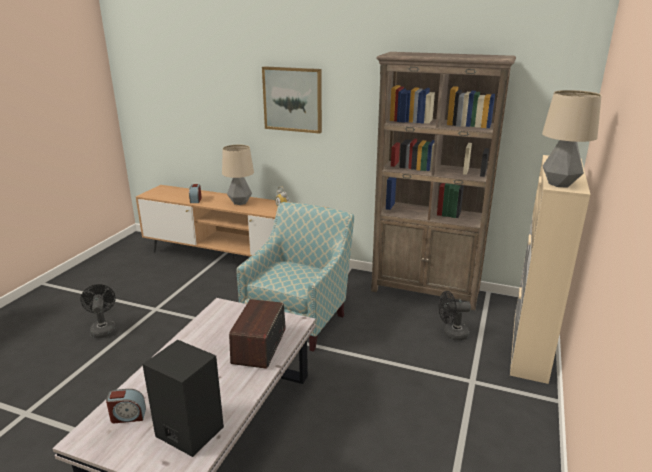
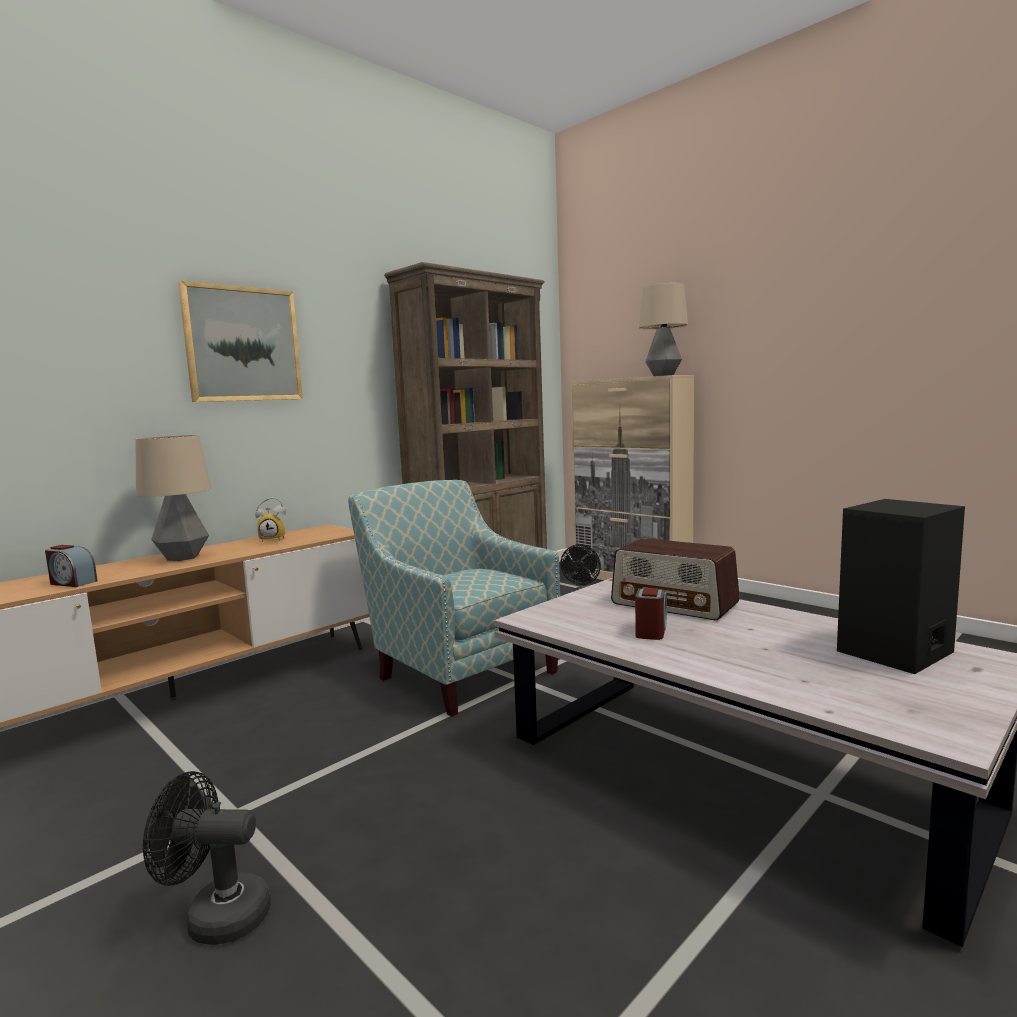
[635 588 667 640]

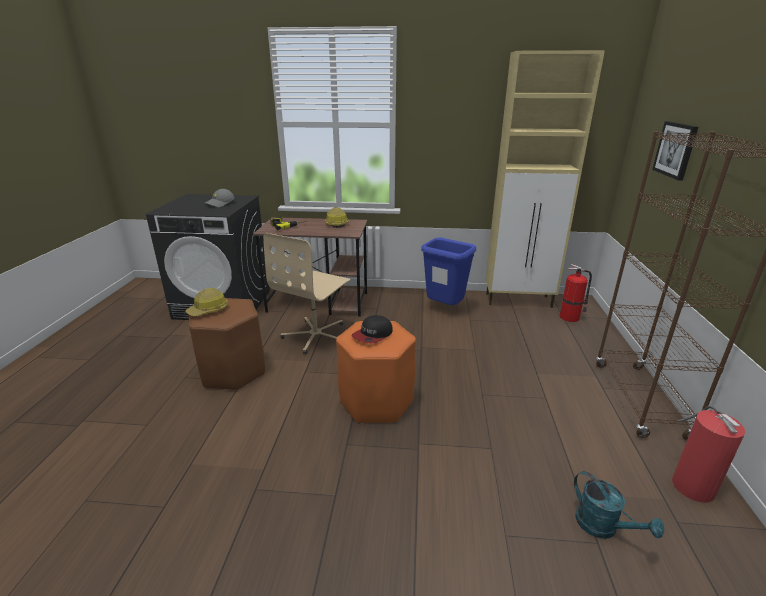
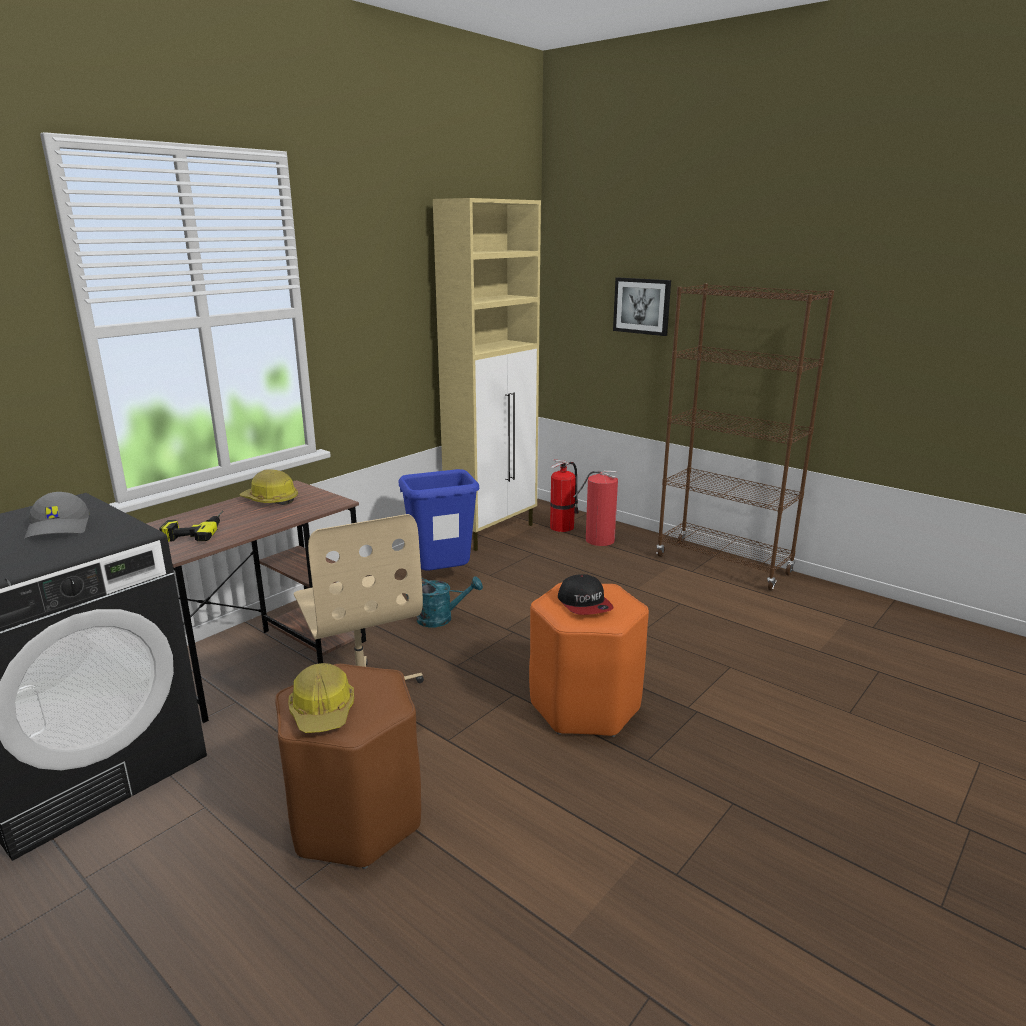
[573 471 618 546]
[406 576 483 627]

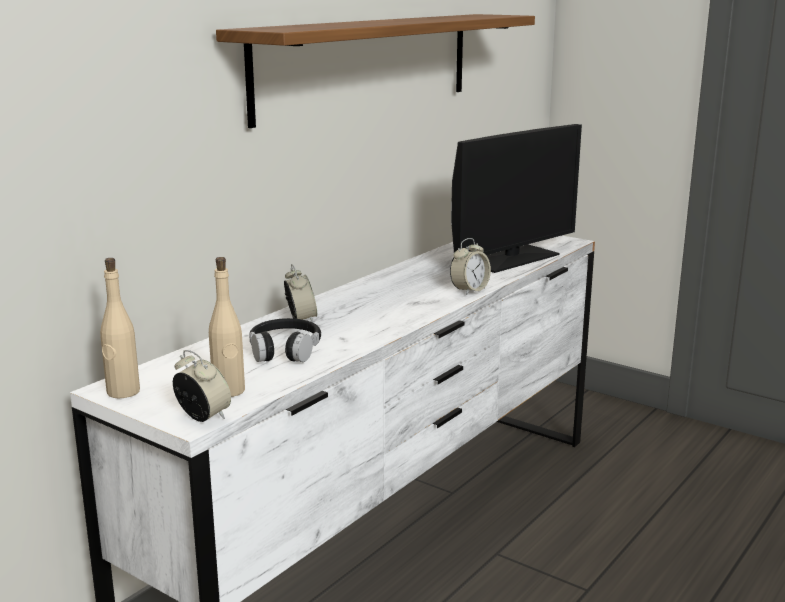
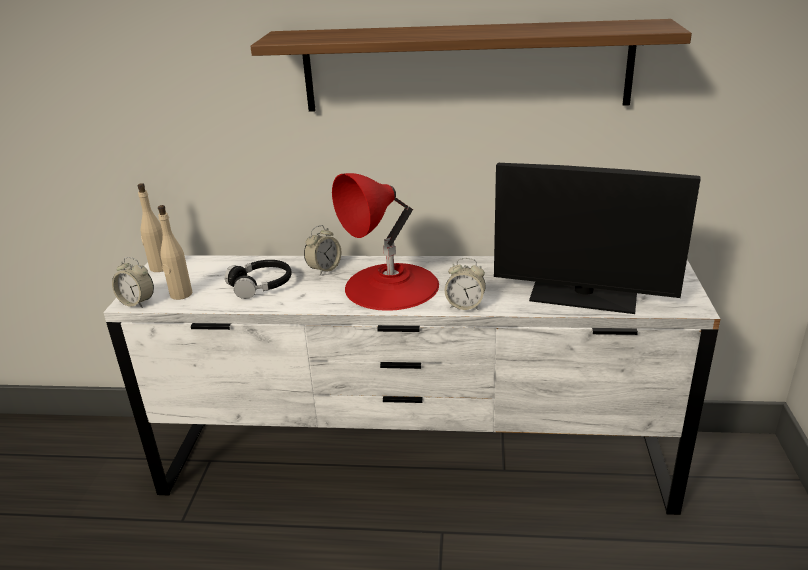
[112 257 154 308]
[332 173 439 311]

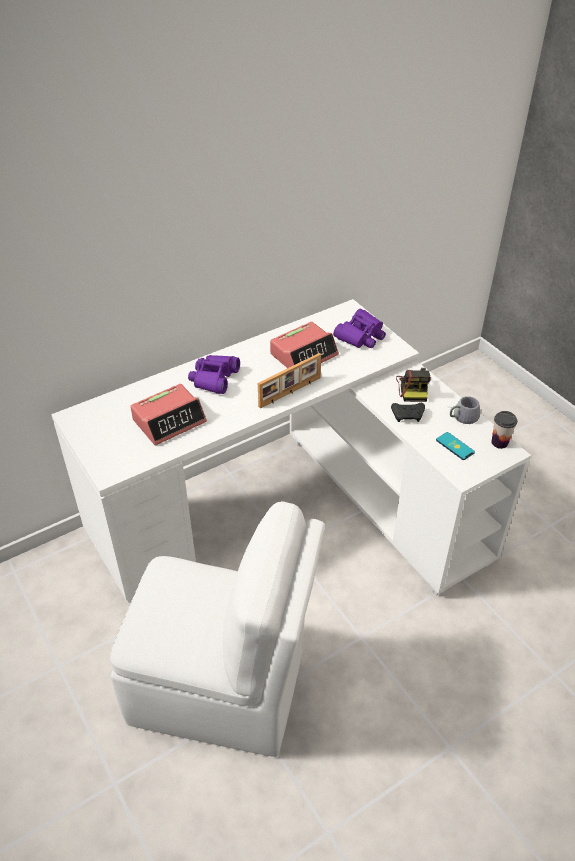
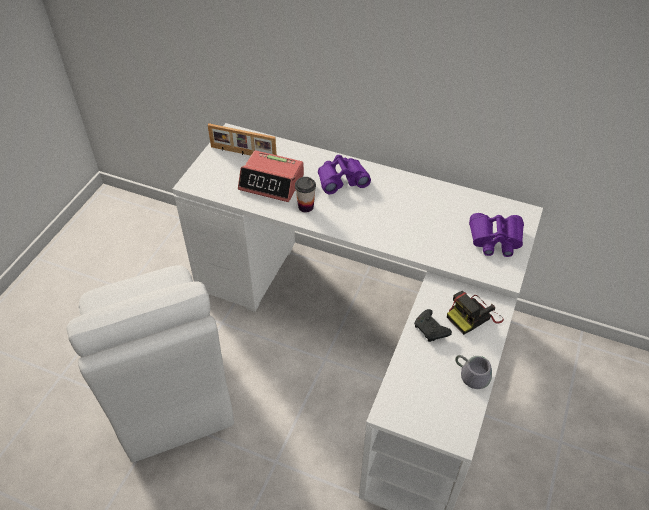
[270 322 339 368] (first image)
[208 123 277 156]
[295 177 316 212]
[436 432 475 460] (first image)

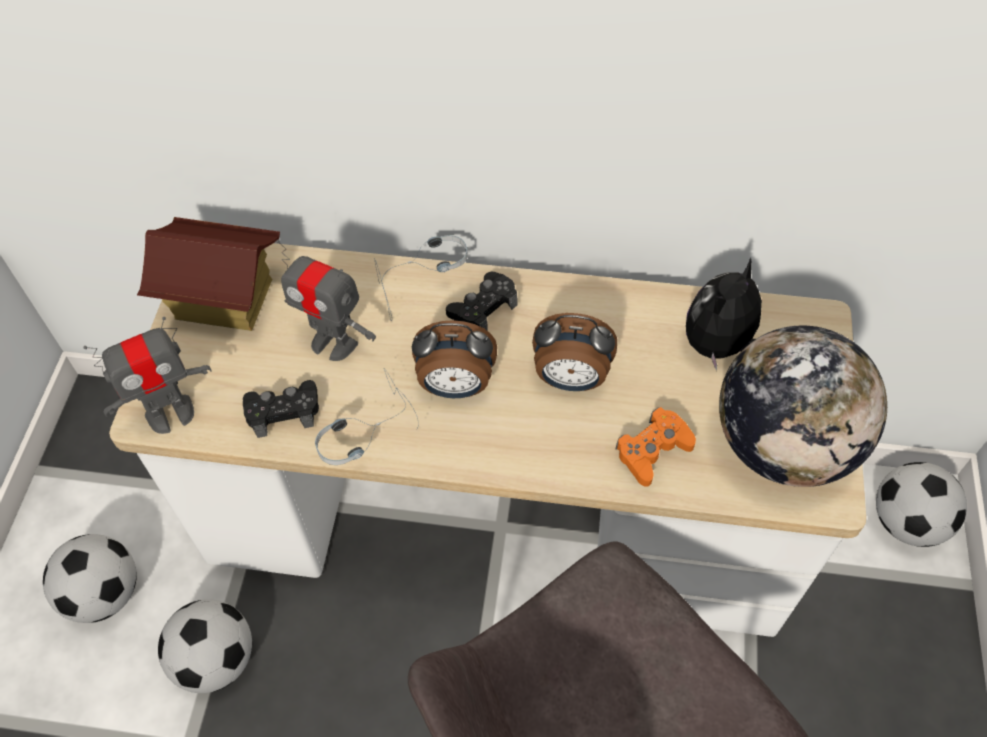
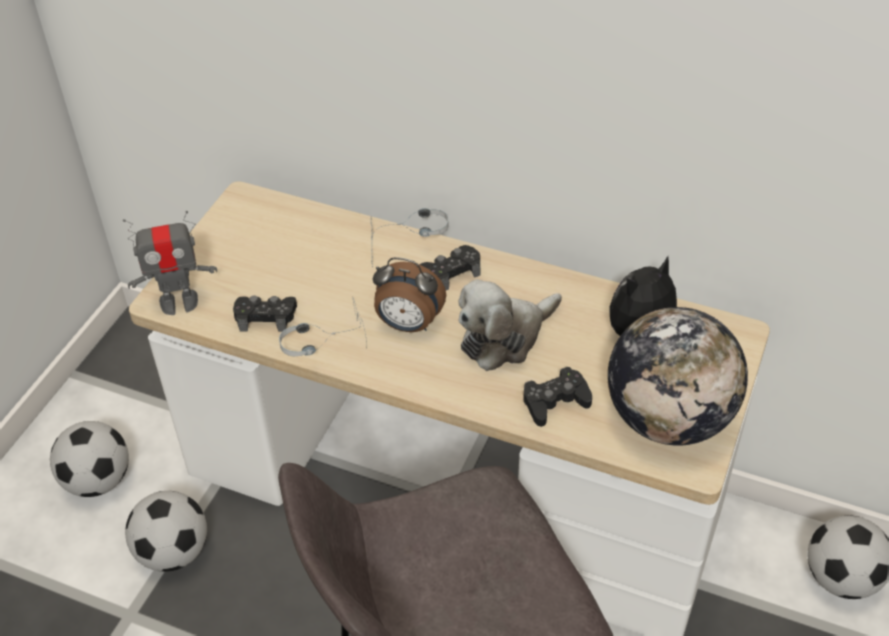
[137 217 280 331] (first image)
[276 240 376 361] (first image)
[458 279 562 371]
[523 367 592 427]

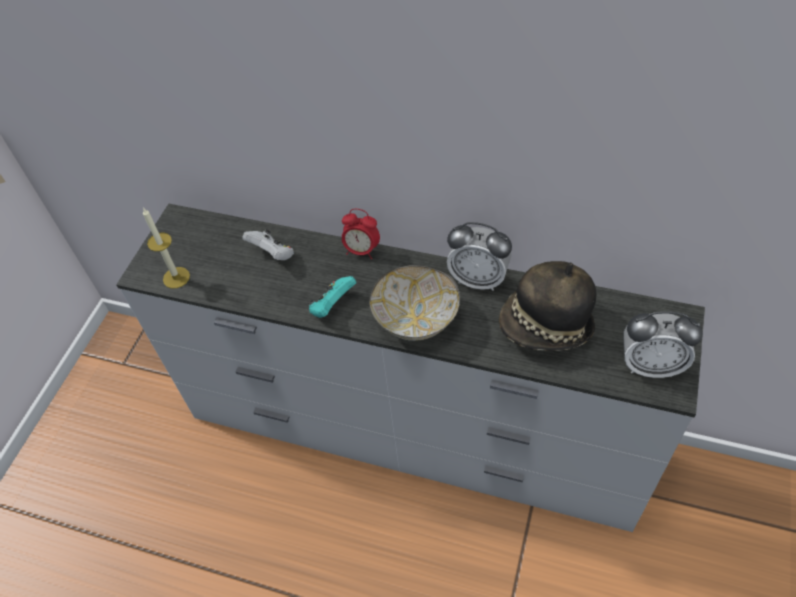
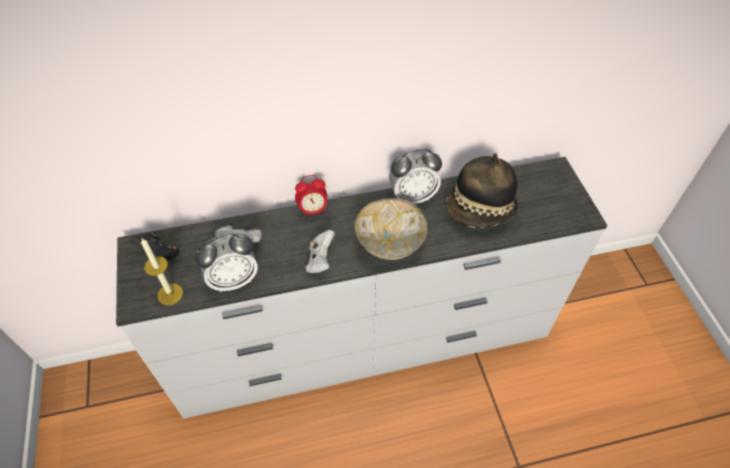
[304 230 335 273]
[195 233 258 292]
[130 232 179 261]

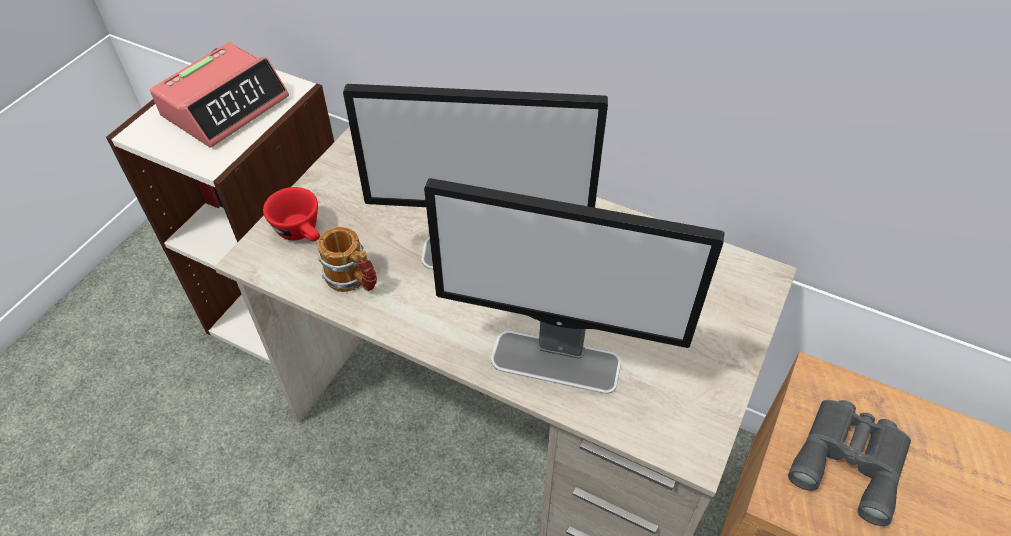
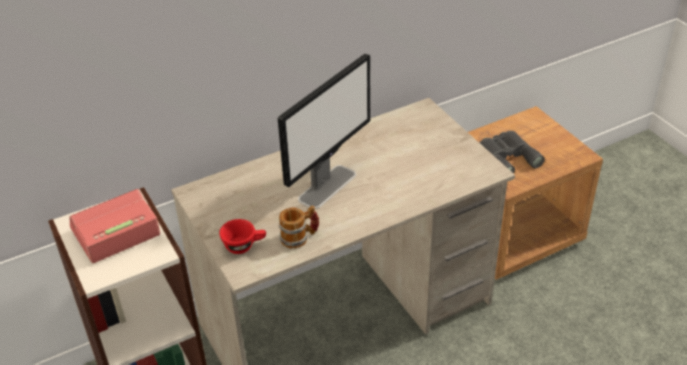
[69 189 161 263]
[424 178 724 394] (first image)

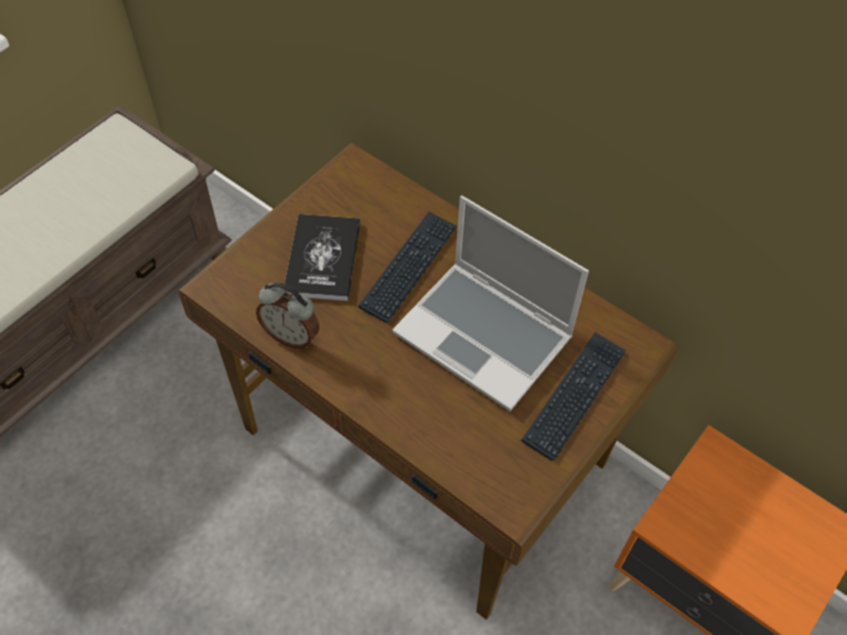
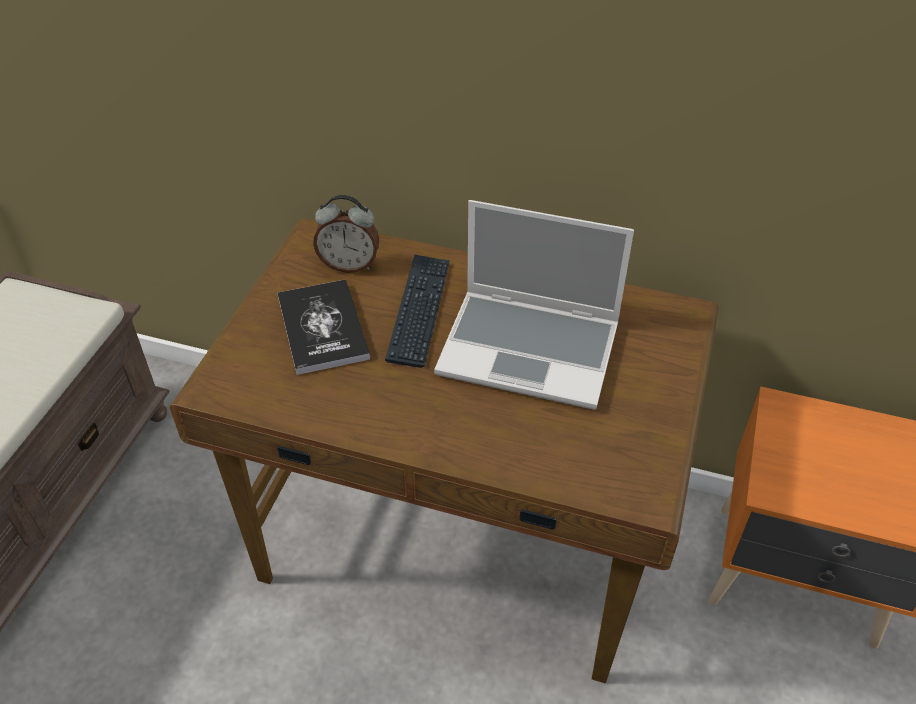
[313 195 379 273]
[521 332 626 461] (first image)

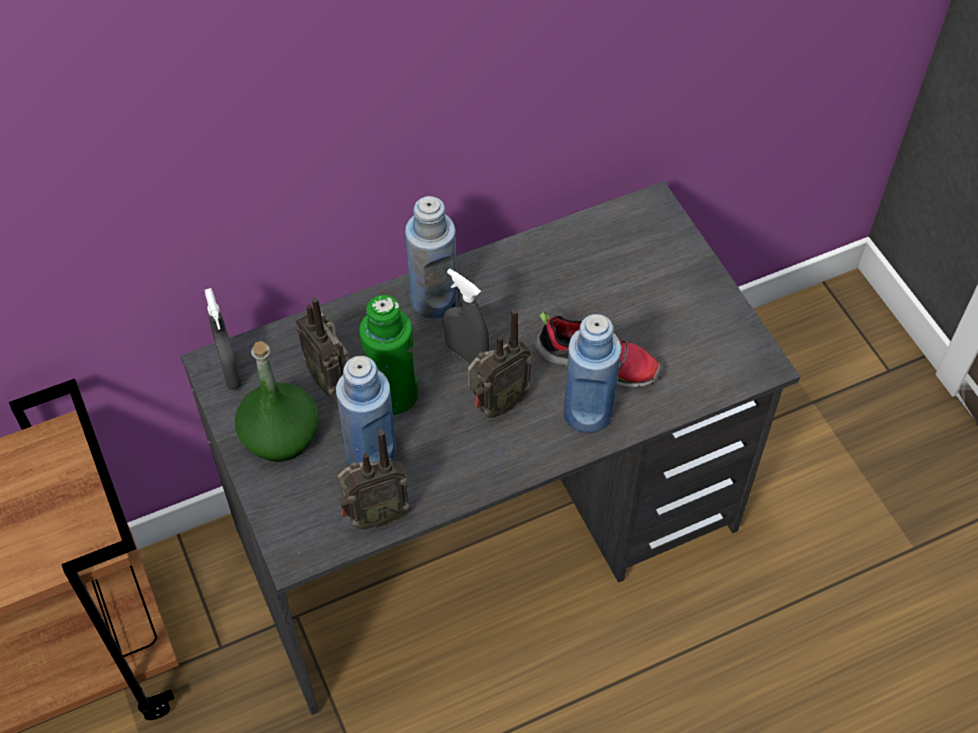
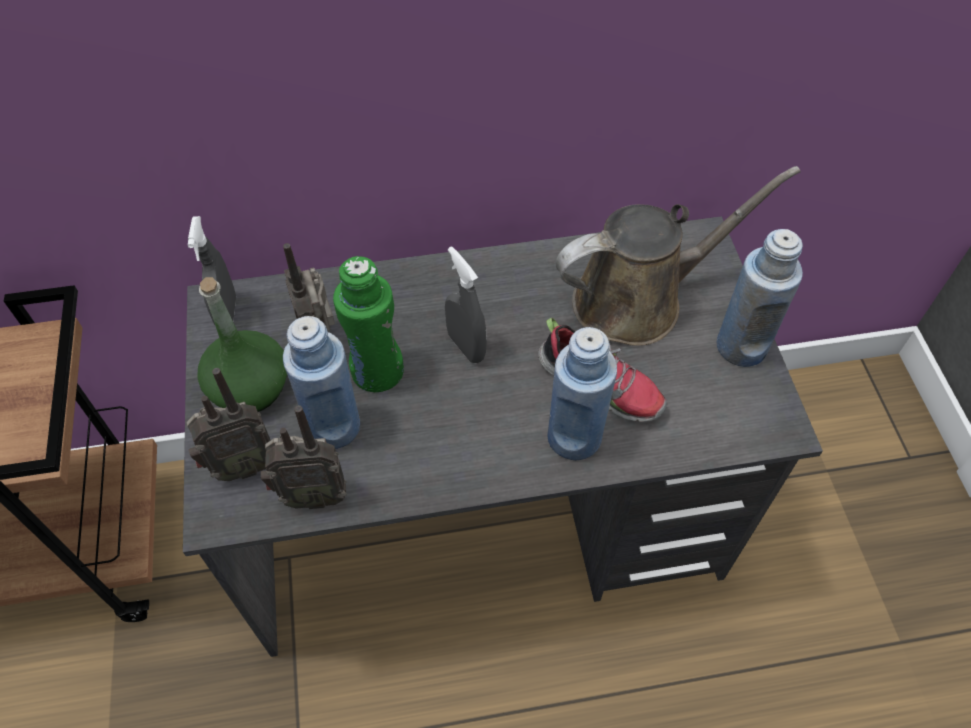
[716 229 803 367]
[187 368 270 481]
[555 166 800 346]

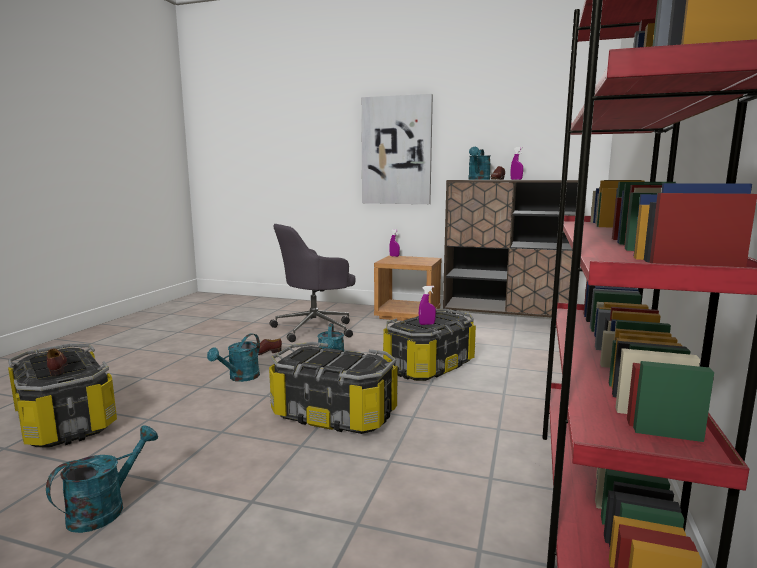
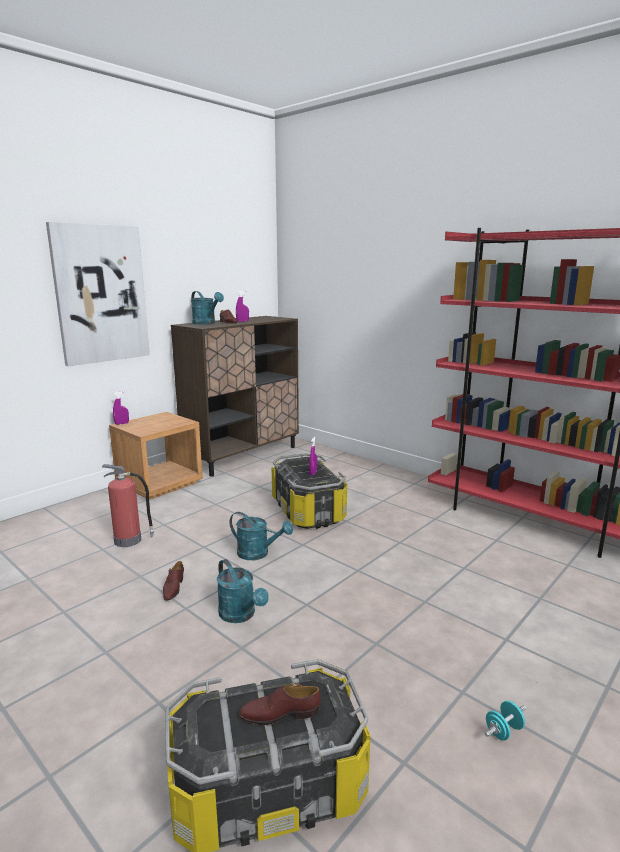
[102 464 155 547]
[269 342 398 434] (first image)
[484 701 526 741]

